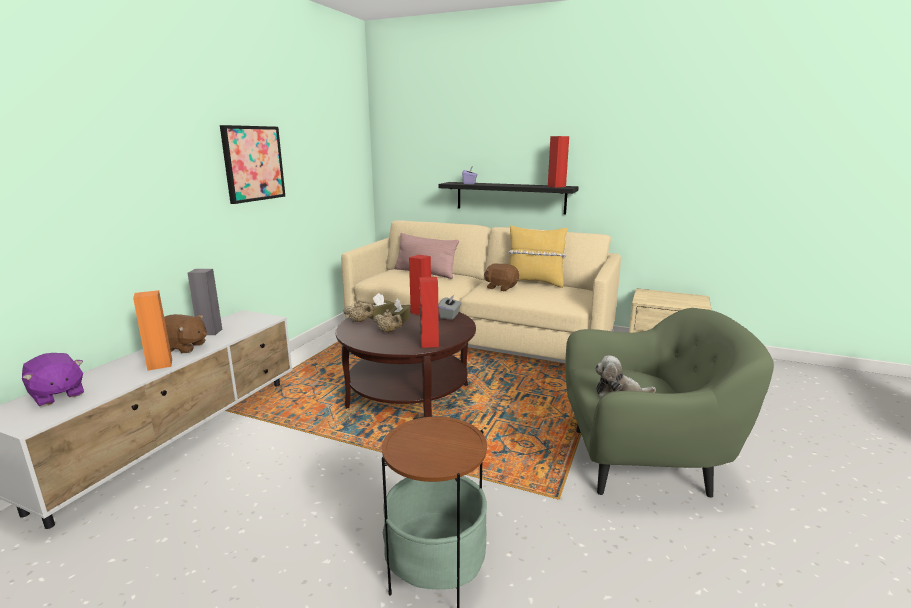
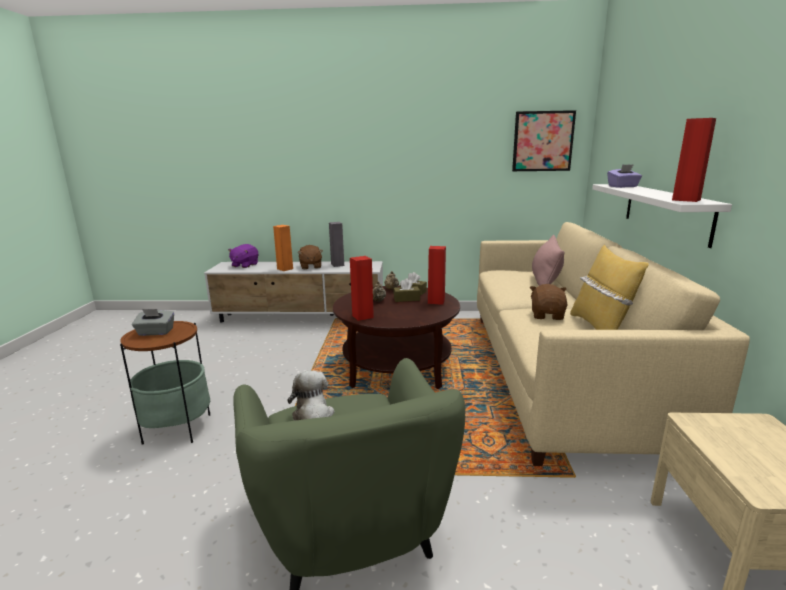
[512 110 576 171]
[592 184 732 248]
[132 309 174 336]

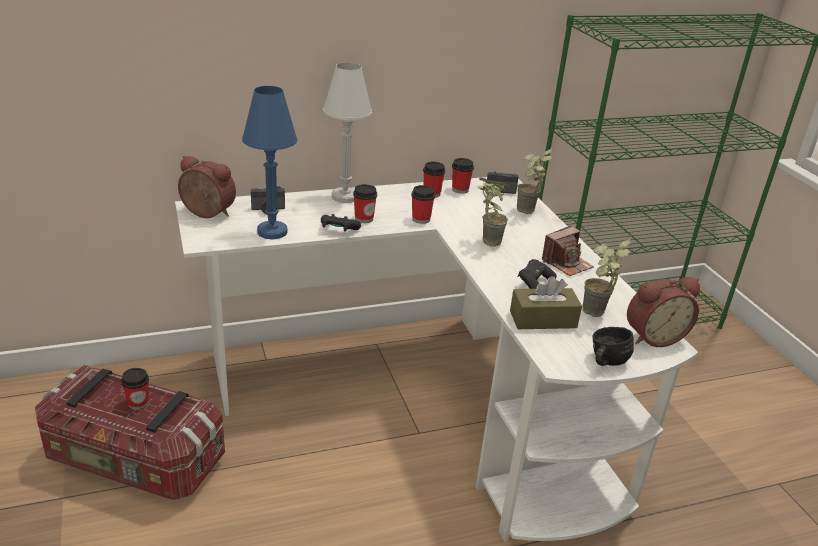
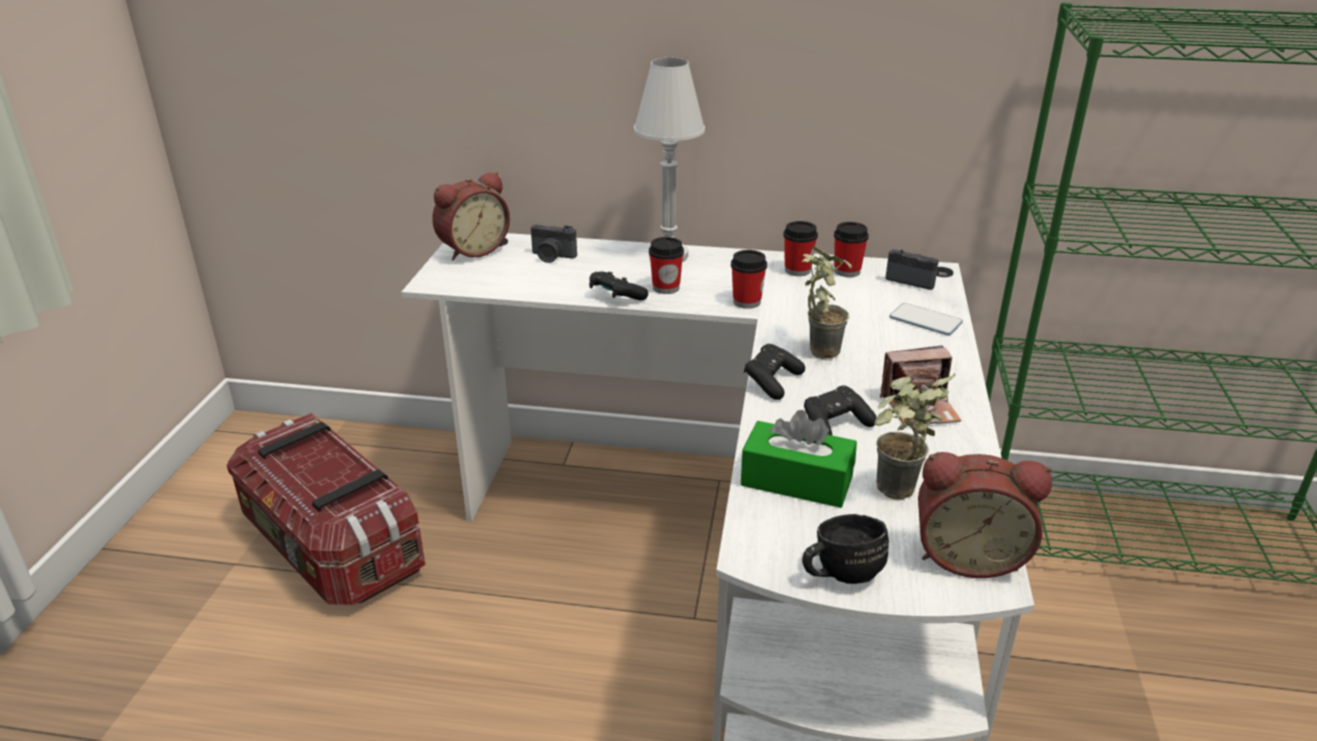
[242 86 298 239] (first image)
[889 303 963 335]
[432 172 510 260]
[741 410 857 508]
[121 368 149 410] (first image)
[744 344 805 400]

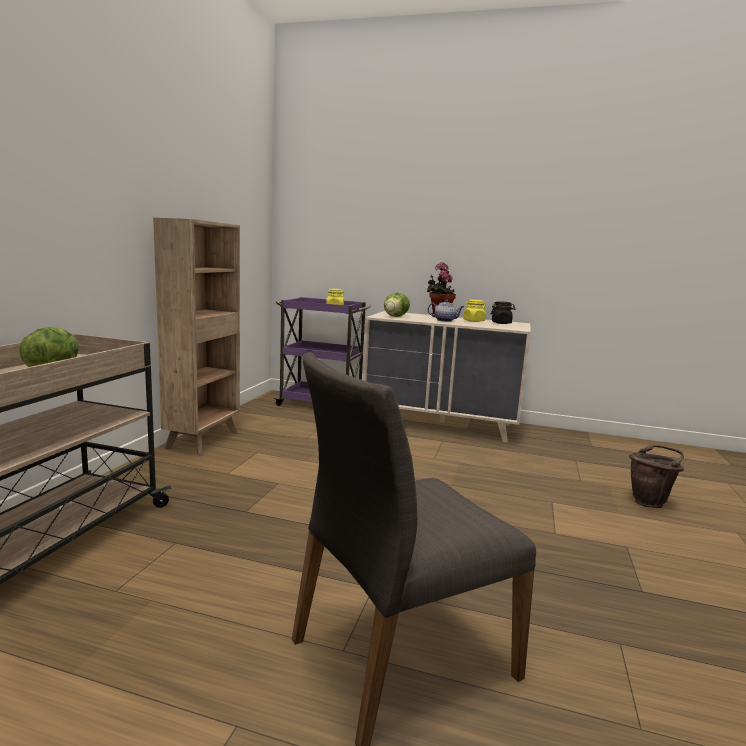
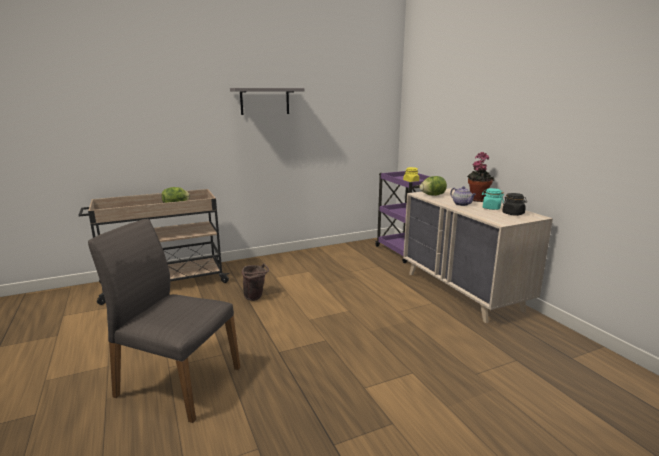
[153 217 240 455] (first image)
[483 188 504 210]
[242 263 269 301]
[230 88 304 115]

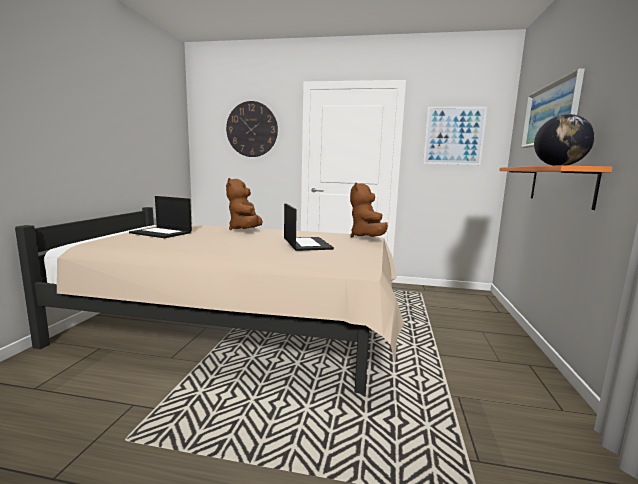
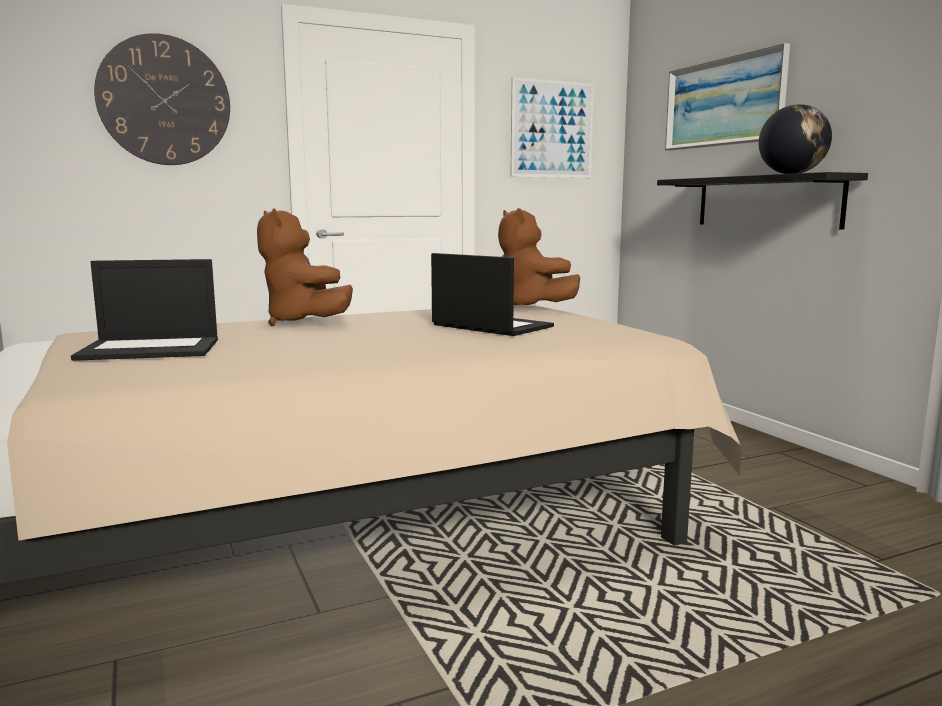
[657 172 868 230]

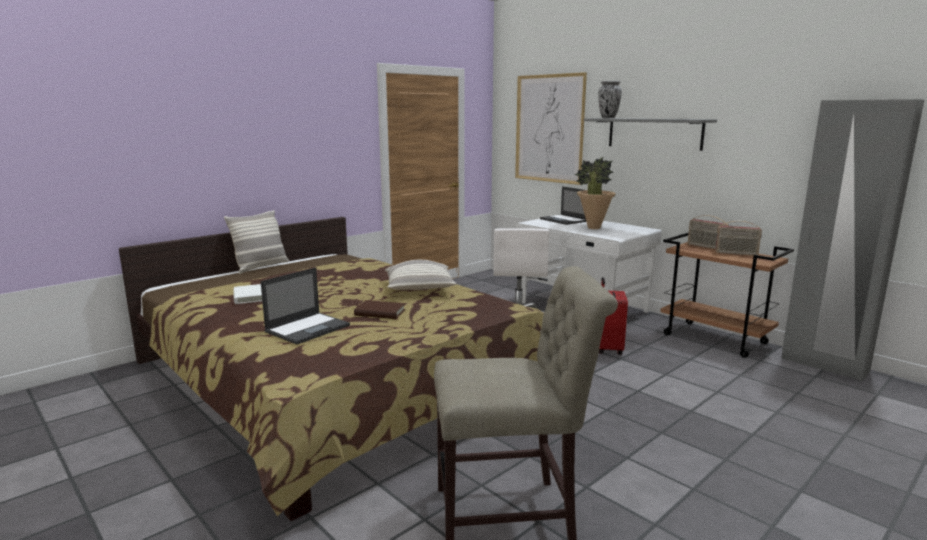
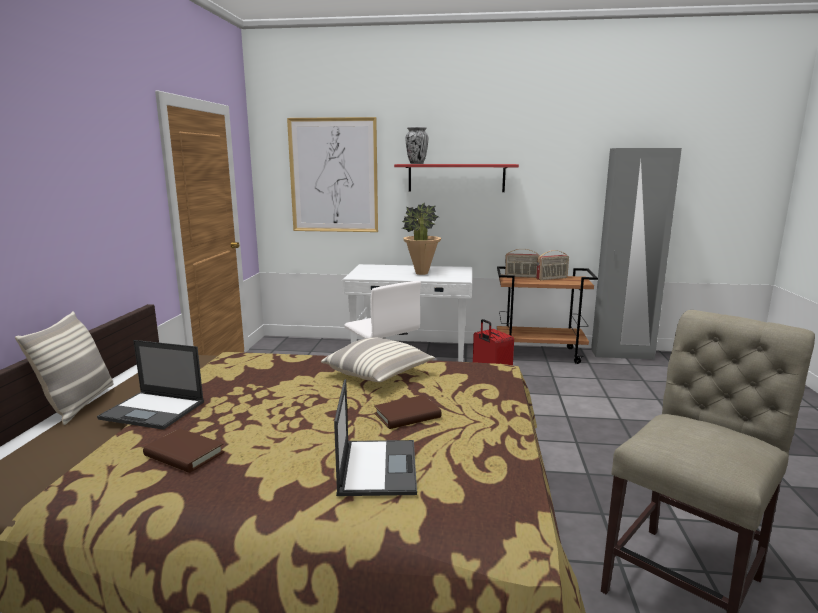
[394 164 519 192]
[97 340 204 430]
[143 429 224 473]

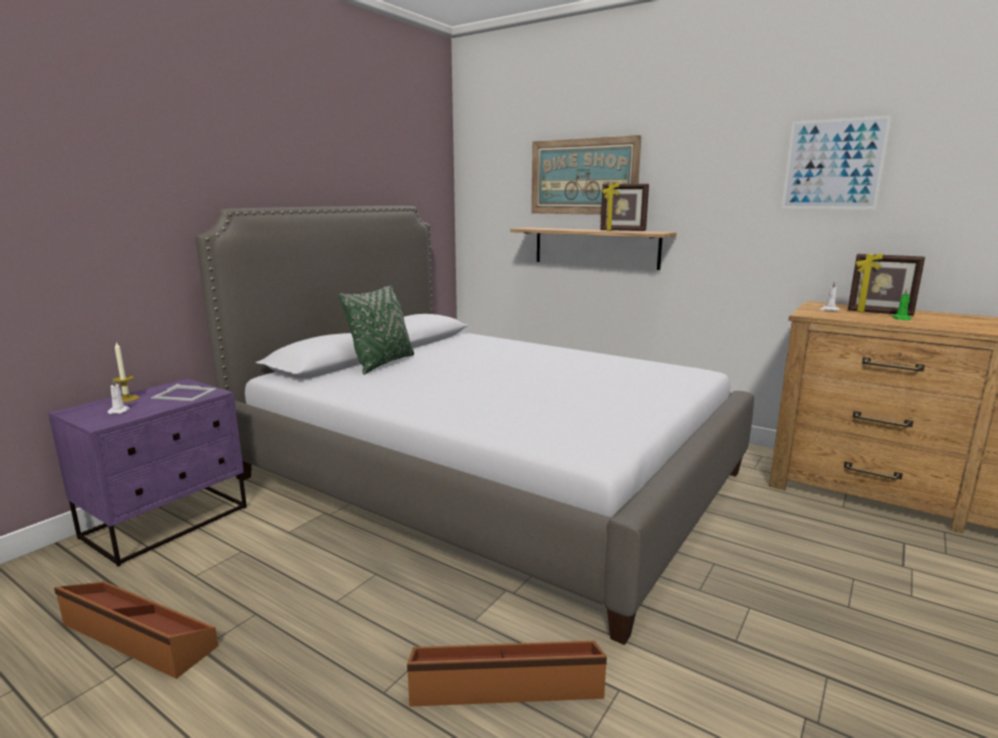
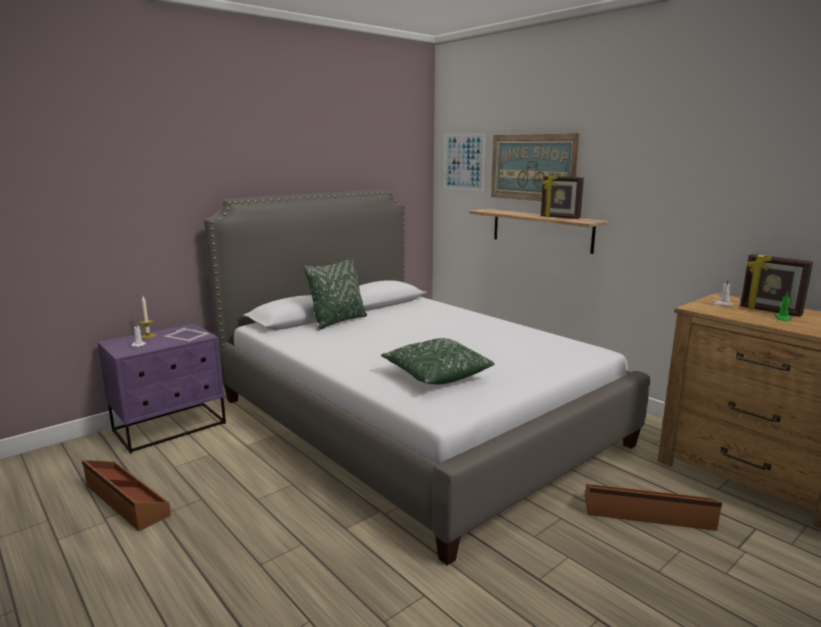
[444 133 485 191]
[585 484 722 531]
[381 338 494 385]

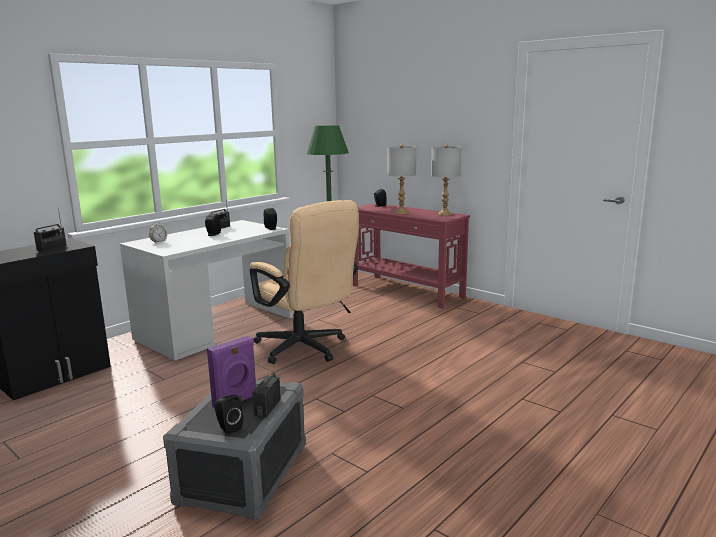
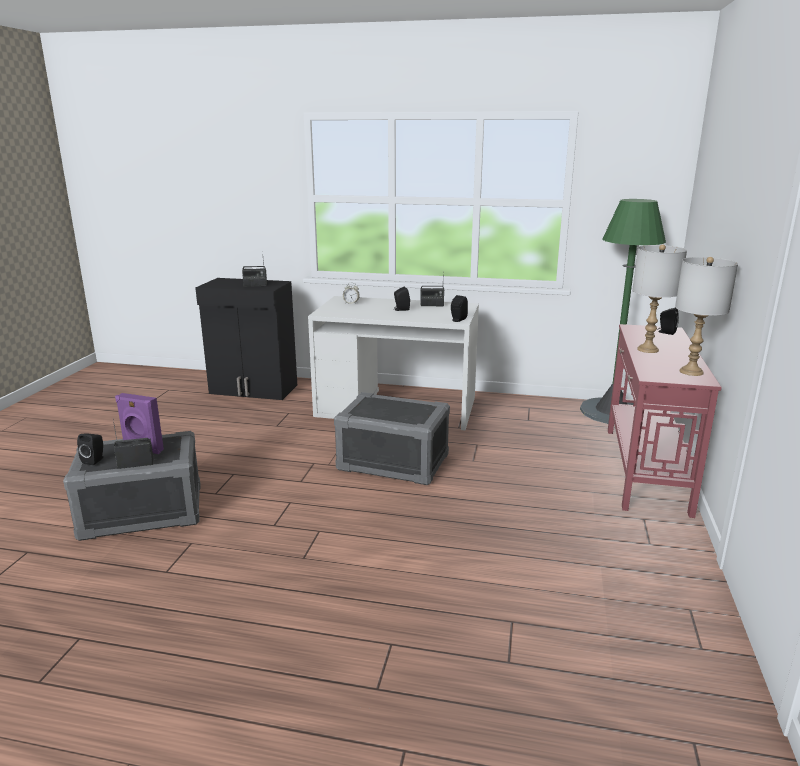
[334 392 450 485]

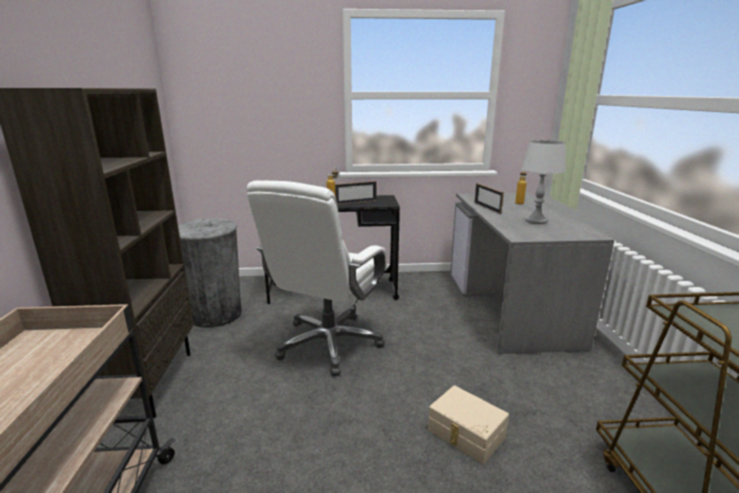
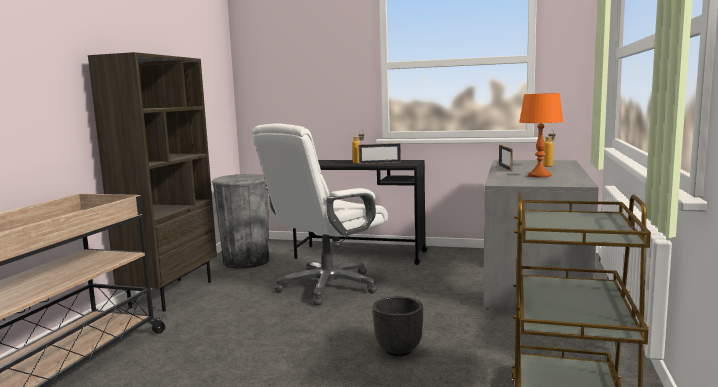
[519 93 563 178]
[373 296 423 357]

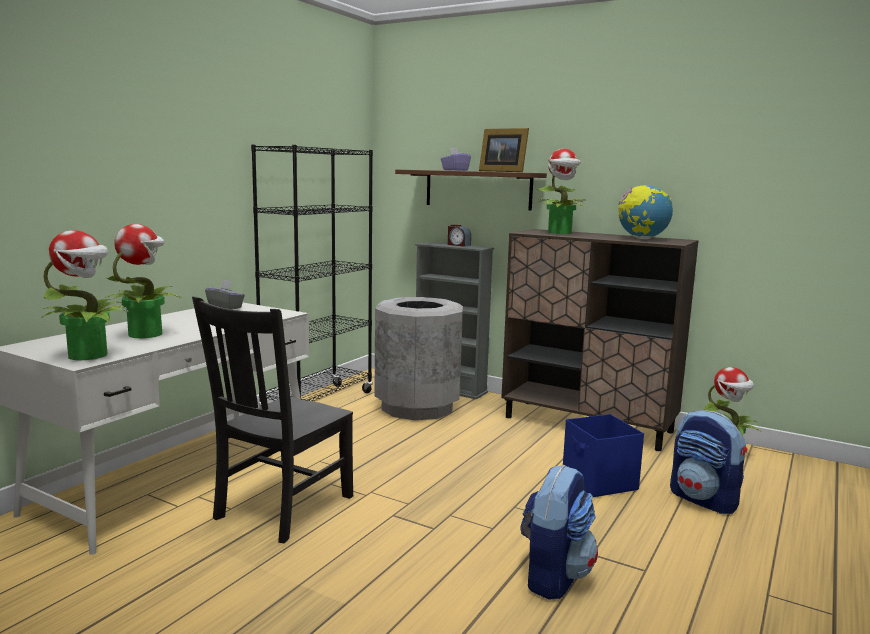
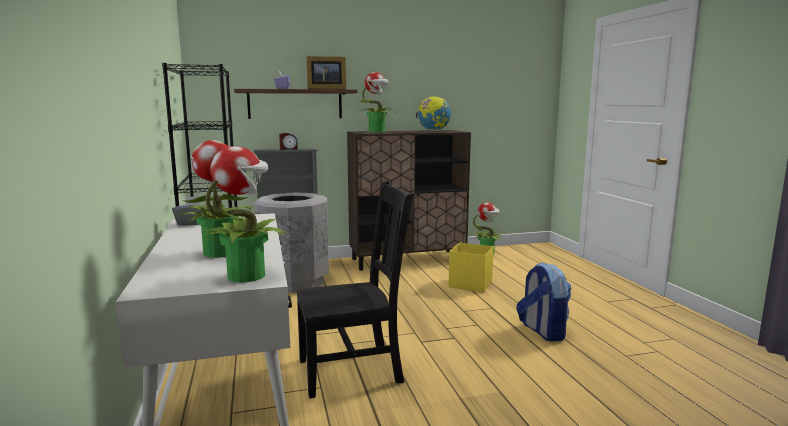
[296 180 413 398]
[670 410 747 514] (first image)
[449 242 494 292]

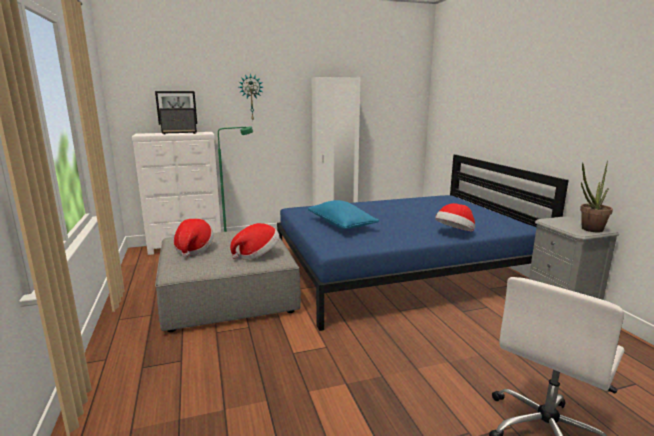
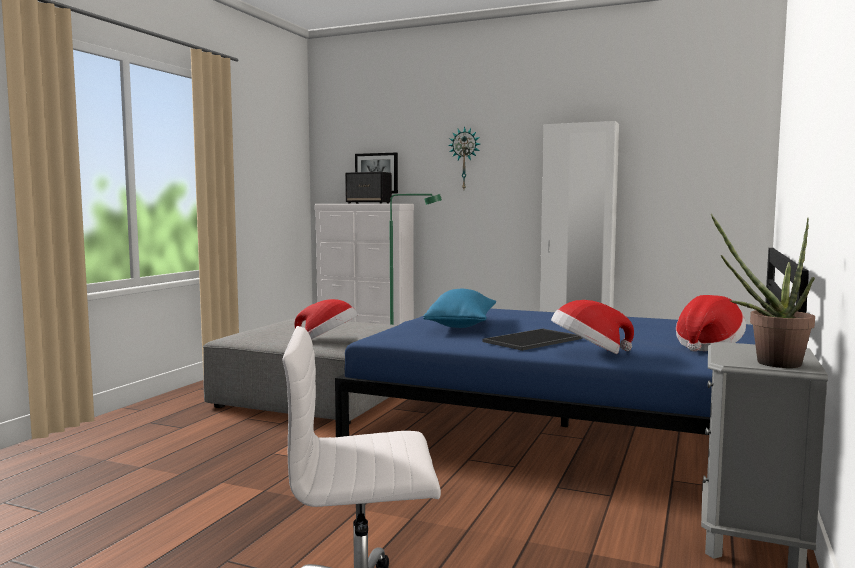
[676 295 746 352]
[482 328 582 351]

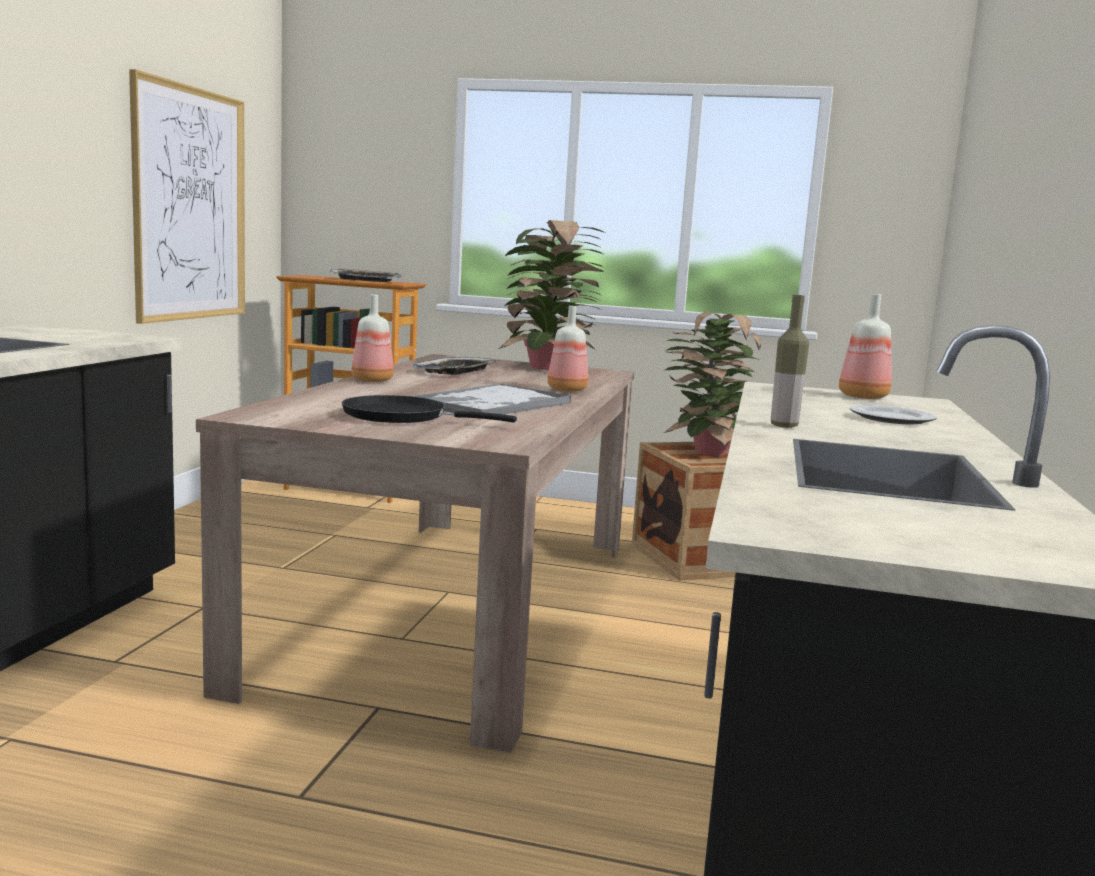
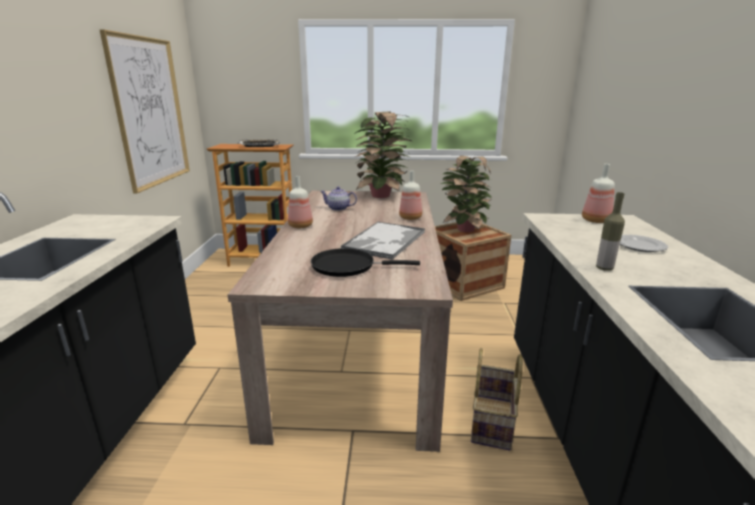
[320 187 357 211]
[471 348 523 450]

